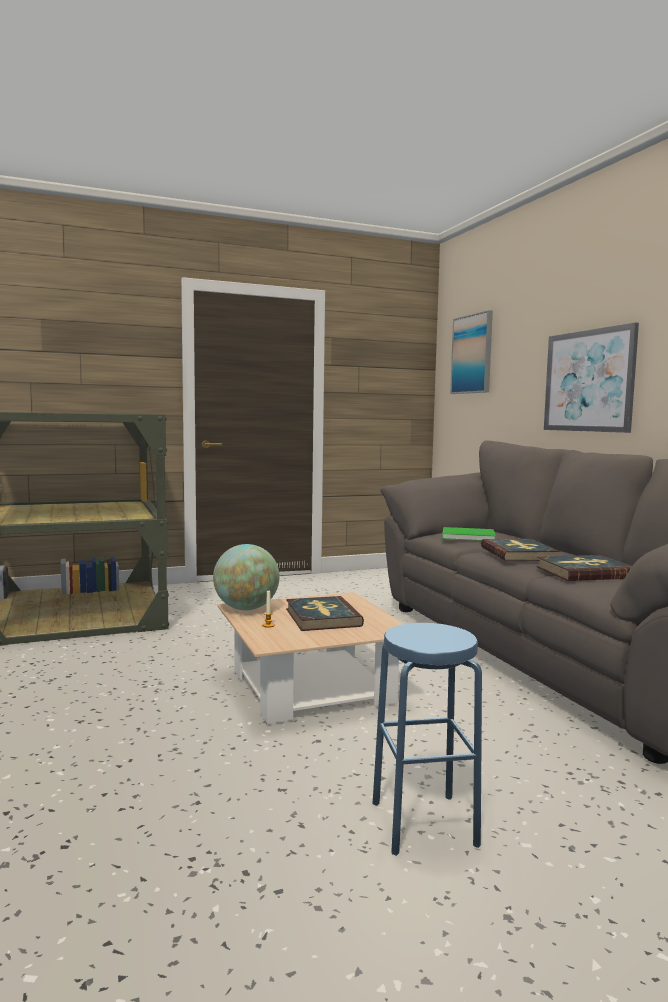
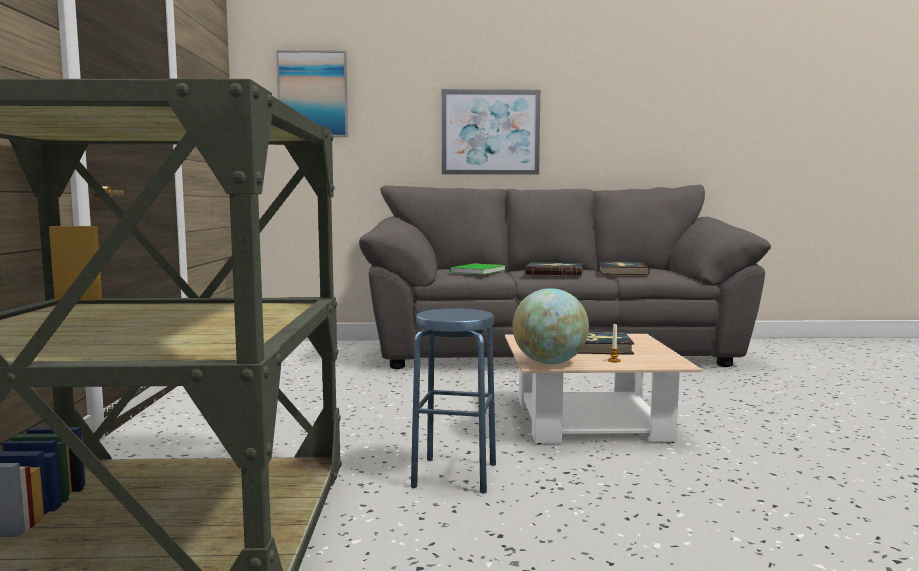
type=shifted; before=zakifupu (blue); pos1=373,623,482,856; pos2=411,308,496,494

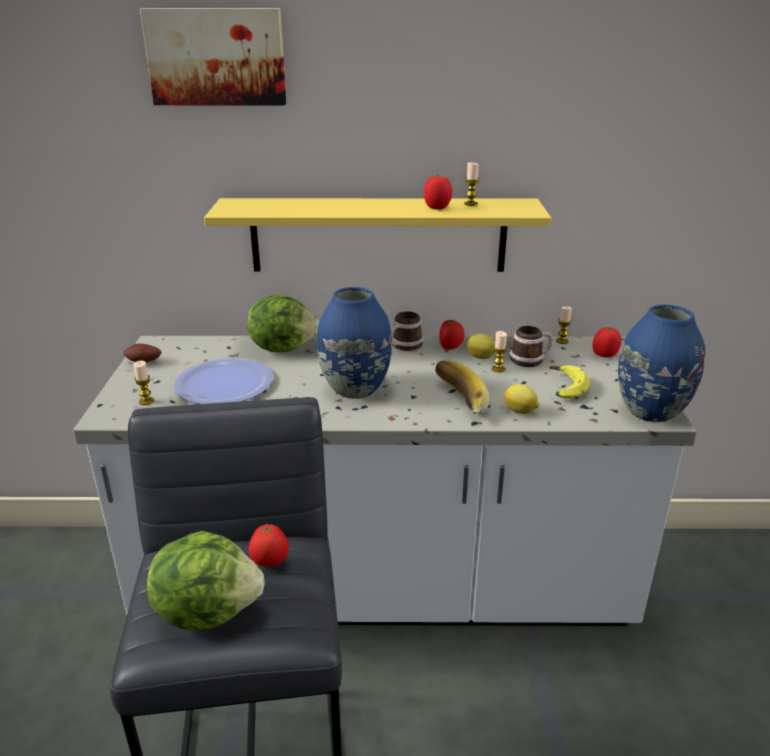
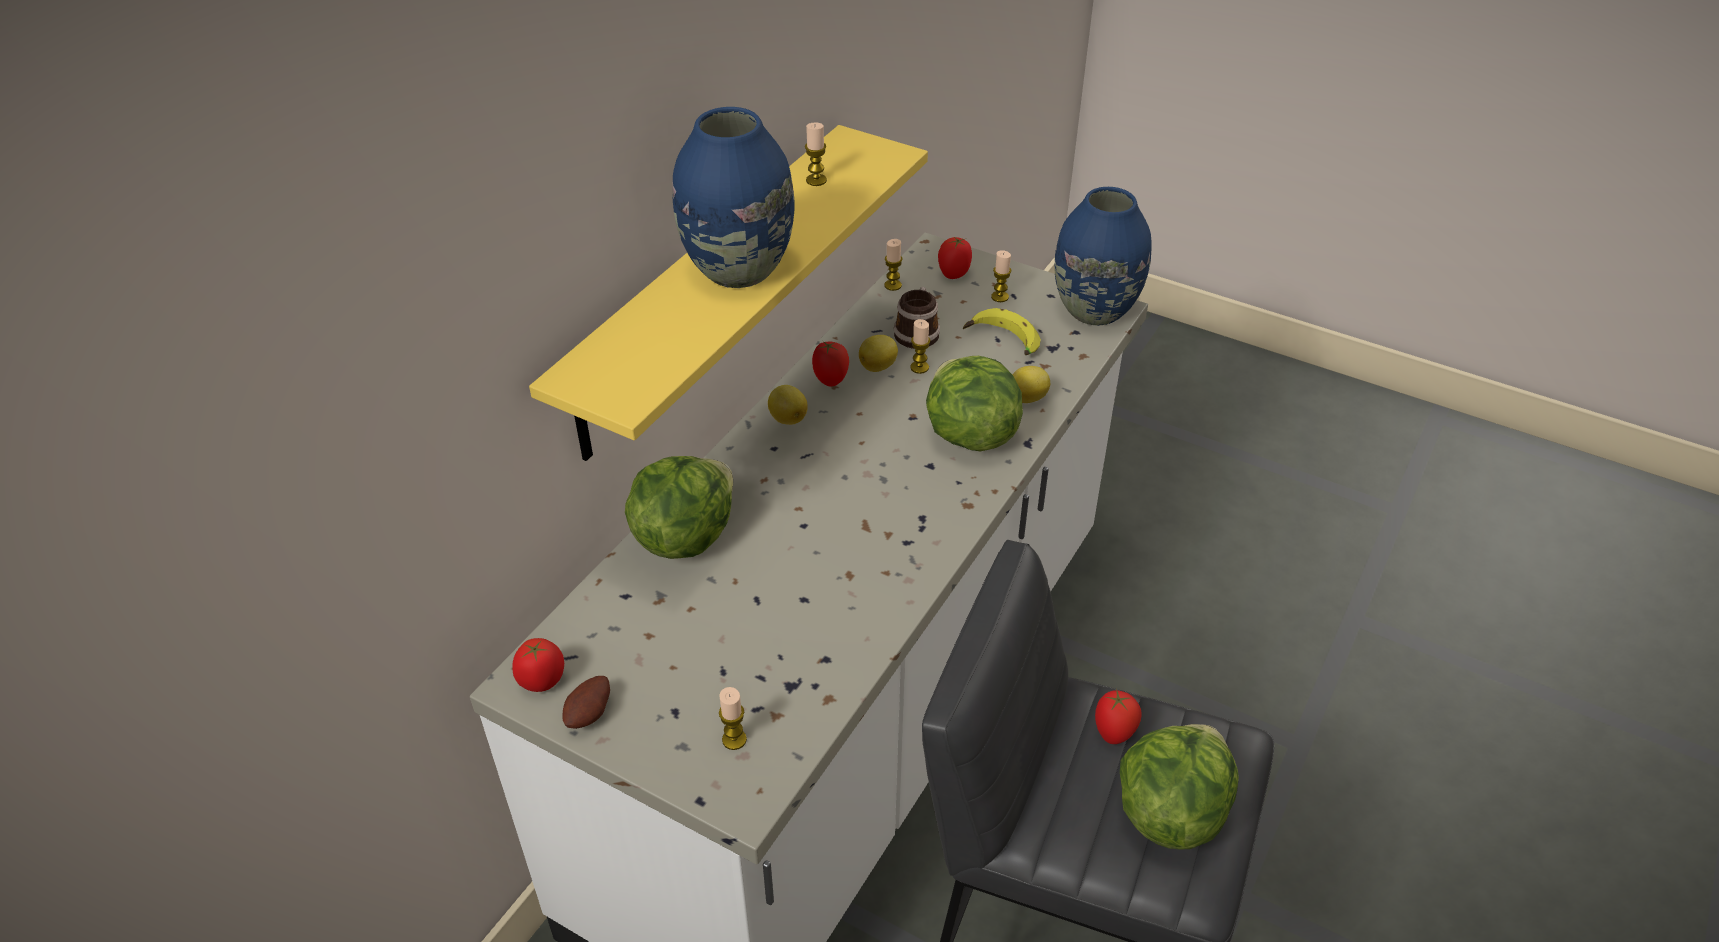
type=shifted; before=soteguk; pos1=424,174,452,210; pos2=512,638,564,692
type=shifted; before=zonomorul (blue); pos1=317,287,392,399; pos2=672,107,795,288
type=swapped; before=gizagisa; after=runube; pos1=391,311,423,351; pos2=768,385,808,425
type=swapped; before=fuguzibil; after=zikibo; pos1=435,361,489,414; pos2=926,356,1023,451
type=new; after=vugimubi; pos2=991,250,1011,302
type=gone; before=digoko; pos1=140,8,286,105
type=gone; before=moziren; pos1=174,358,273,404

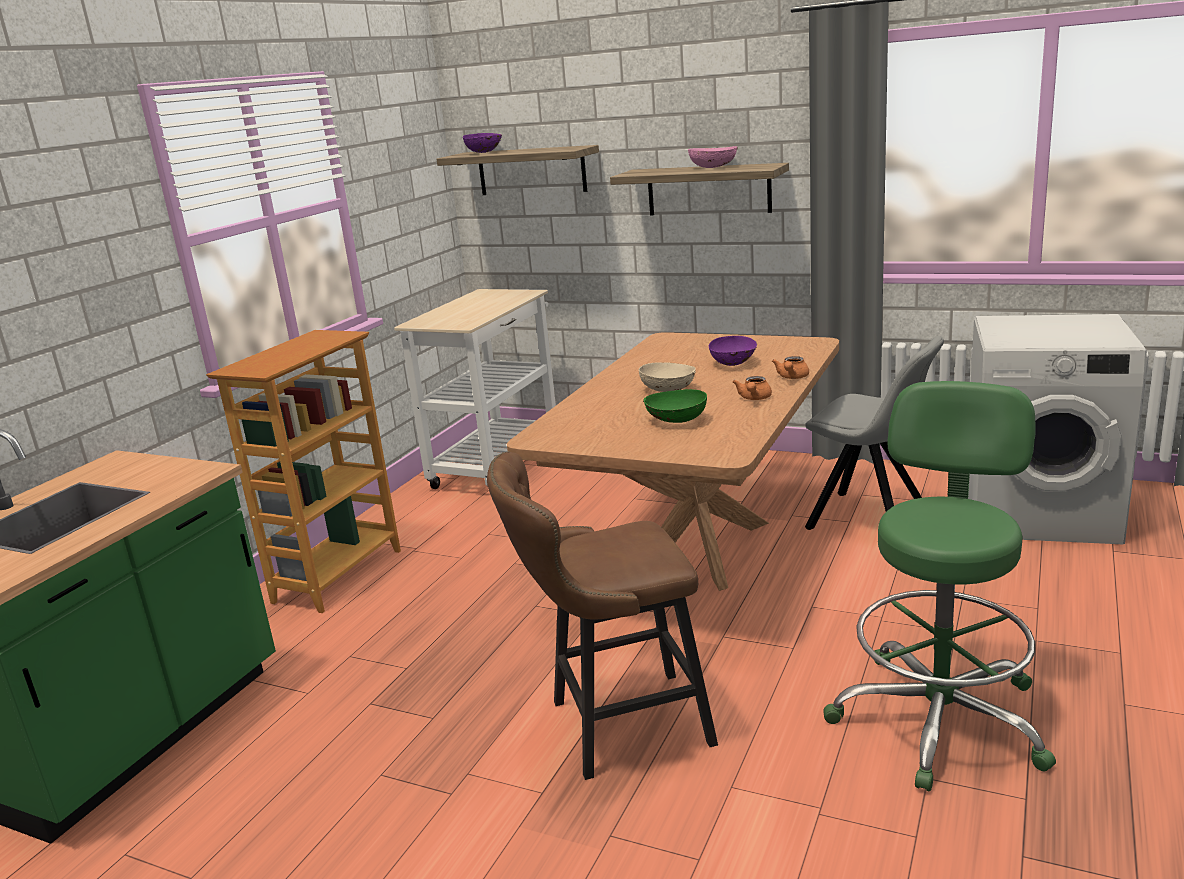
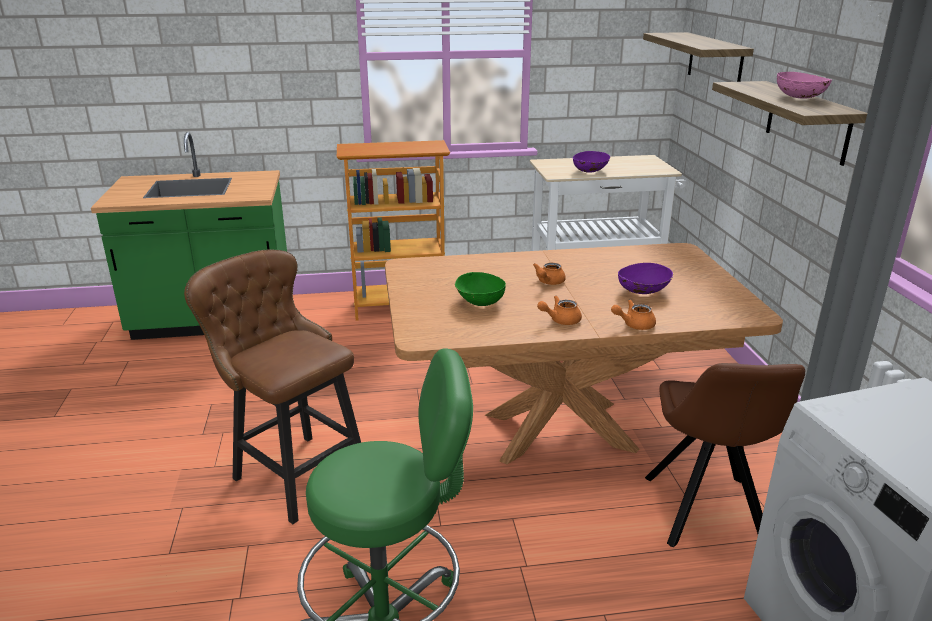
type=swapped; before=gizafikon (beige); after=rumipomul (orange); pos1=639,362,696,392; pos2=533,263,565,285
type=shifted; before=gizafikon (purple); pos1=463,133,502,153; pos2=573,151,610,173
type=repainted; before=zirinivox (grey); after=zirinivox (brown); pos1=805,336,944,530; pos2=645,363,805,547

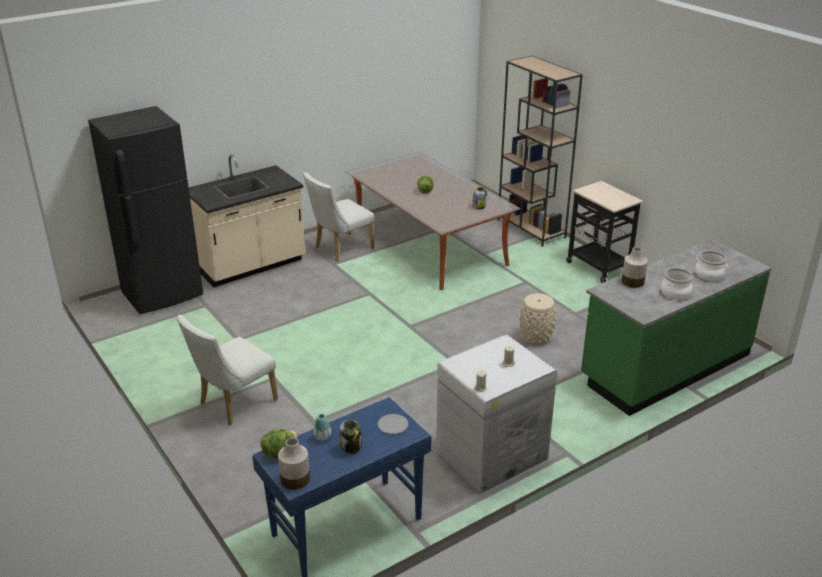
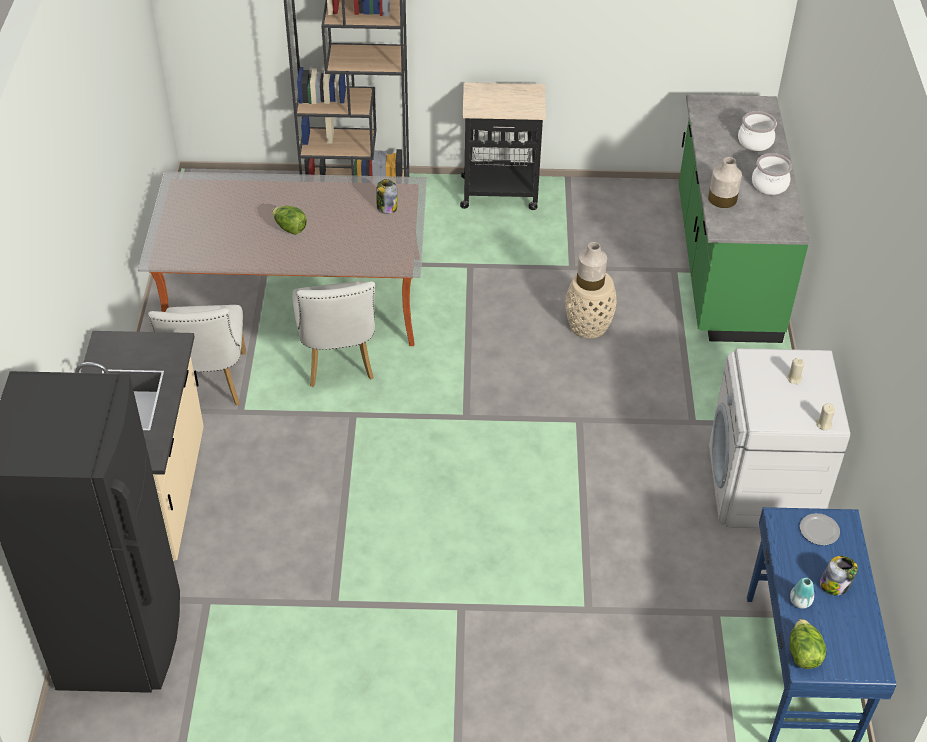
type=shifted; before=zirinivox (white); pos1=177,315,278,425; pos2=292,281,375,387
type=shifted; before=zonomorul (beige); pos1=278,438,310,490; pos2=576,242,607,291

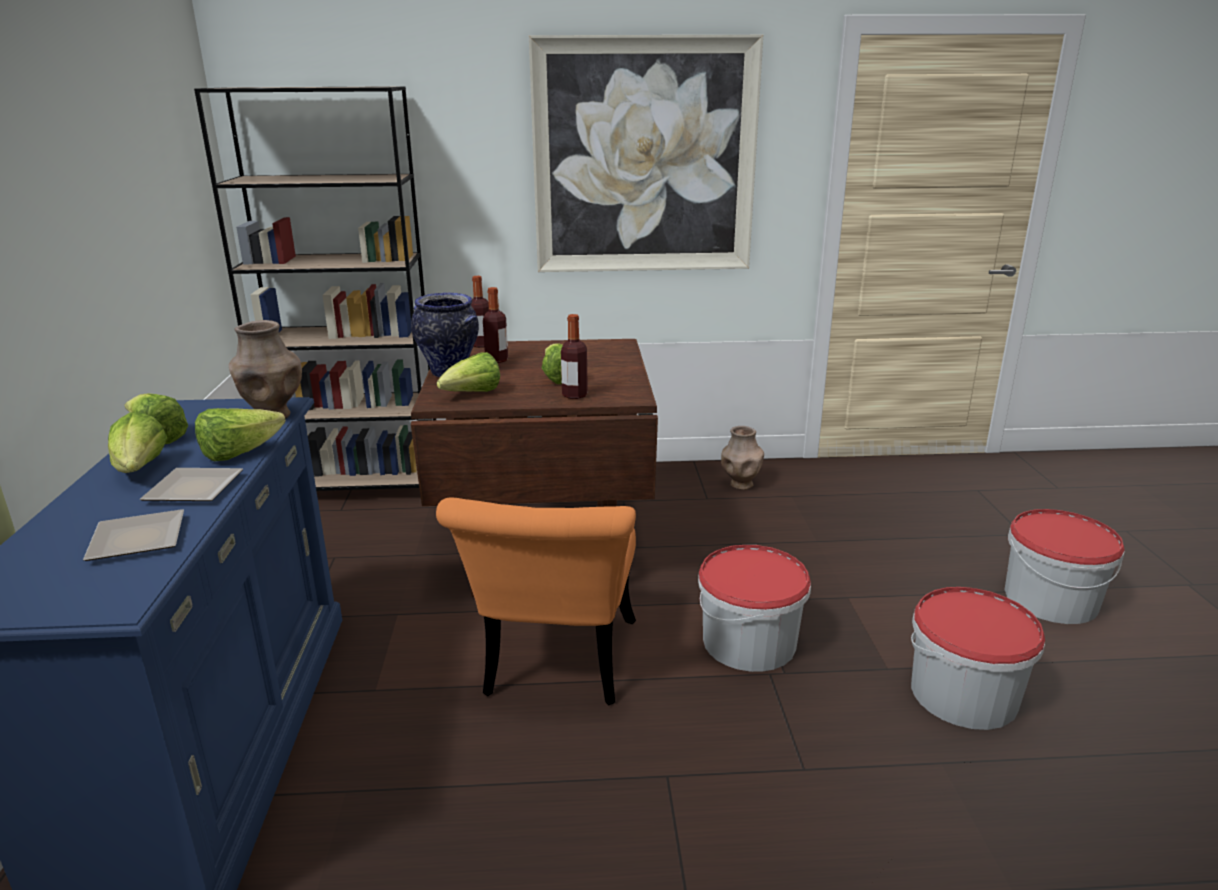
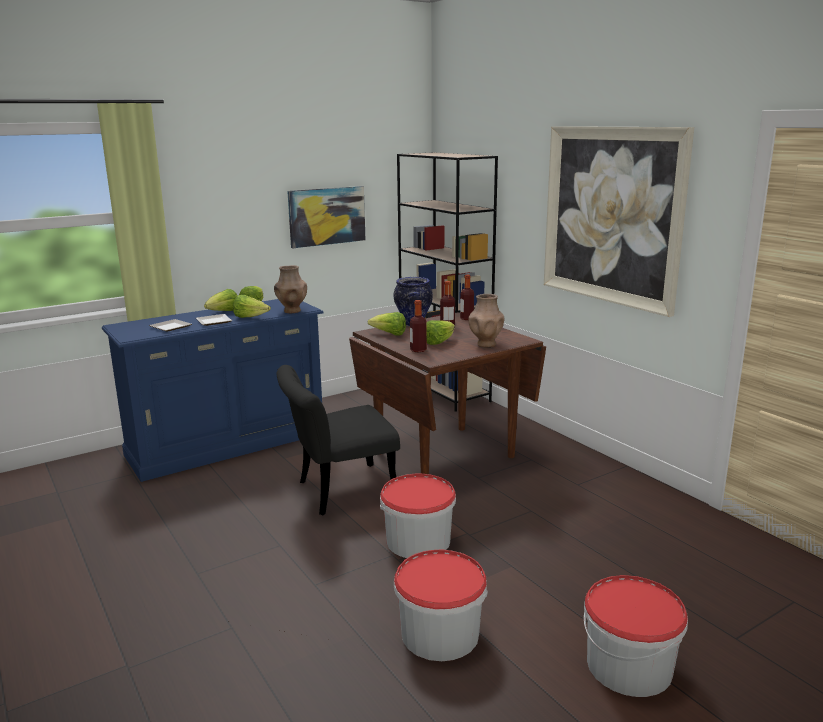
type=repainted; before=zirinivox (orange); after=zirinivox (black); pos1=436,498,636,705; pos2=277,365,400,515
type=new; after=digoko; pos2=287,186,366,248
type=shifted; before=zonomorul (brown); pos1=721,426,764,490; pos2=469,294,505,348

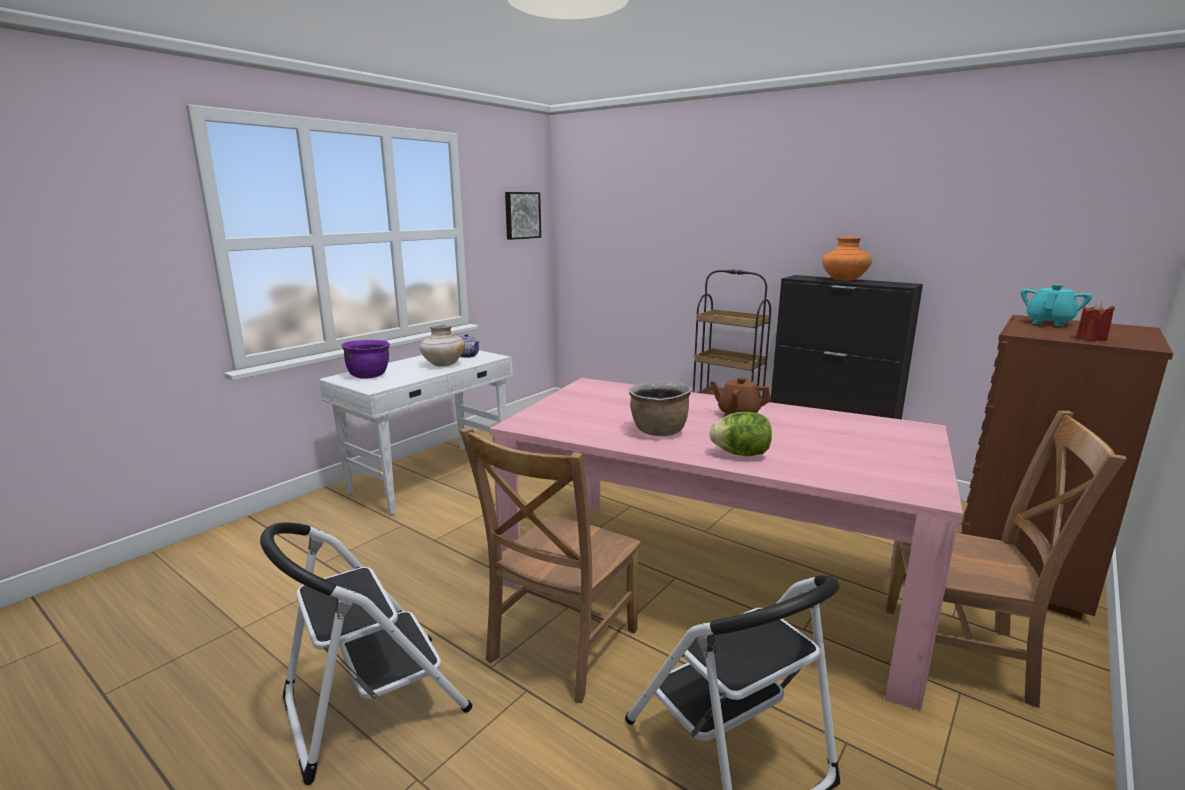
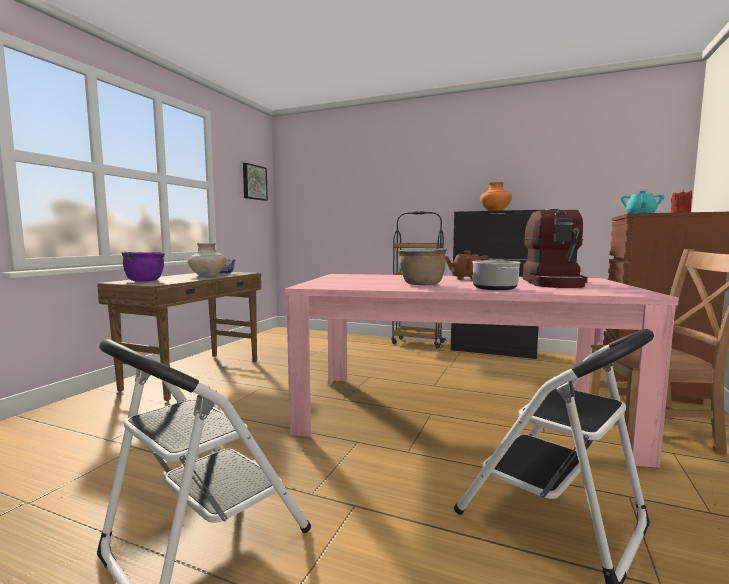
type=repainted; before=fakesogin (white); after=fakesogin (brown); pos1=319,350,513,515; pos2=97,272,262,401
type=swapped; before=zikibo; after=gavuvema; pos1=709,412,772,456; pos2=472,260,521,290
type=new; after=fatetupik; pos2=523,209,588,288
type=gone; before=zirinivox (brown); pos1=459,427,641,703

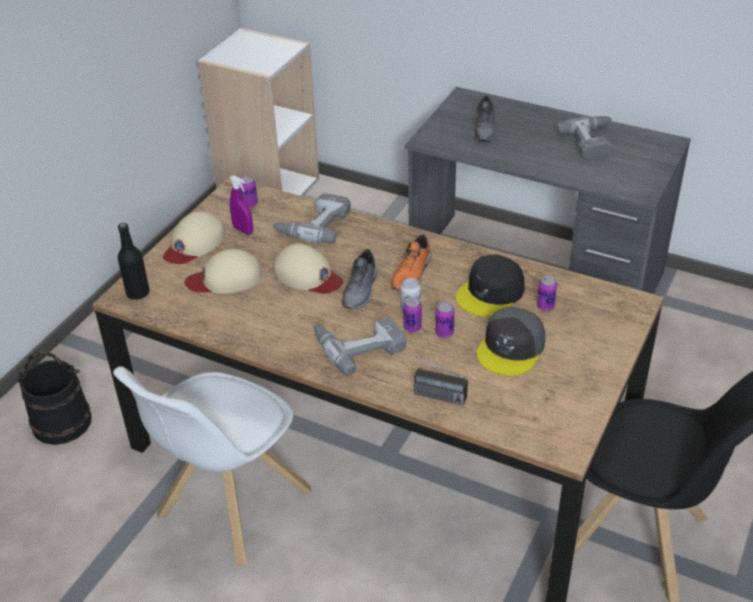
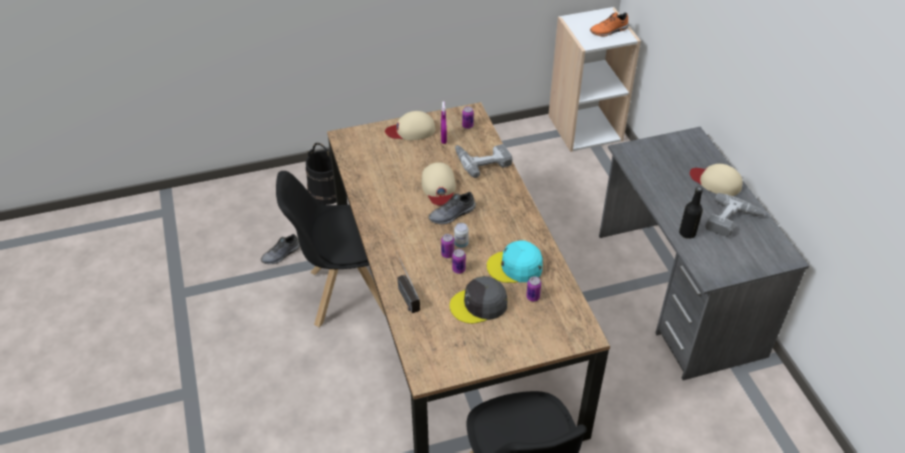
type=shifted; before=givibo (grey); pos1=474,96,496,141; pos2=261,234,300,264
type=repainted; before=zirinivox (white); after=zirinivox (black); pos1=113,366,311,566; pos2=276,171,385,327
type=repainted; before=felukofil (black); after=felukofil (turquoise); pos1=456,255,525,316; pos2=487,241,543,283
type=shifted; before=givibo (orange); pos1=391,234,431,291; pos2=590,12,629,36
type=shifted; before=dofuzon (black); pos1=118,223,150,300; pos2=679,187,703,239
type=shifted; before=felukofil (beige); pos1=185,249,262,294; pos2=690,164,742,196
type=gone; before=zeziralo; pos1=314,317,406,376

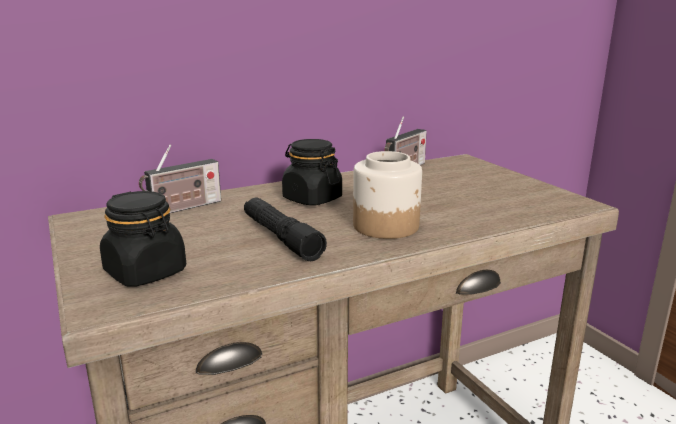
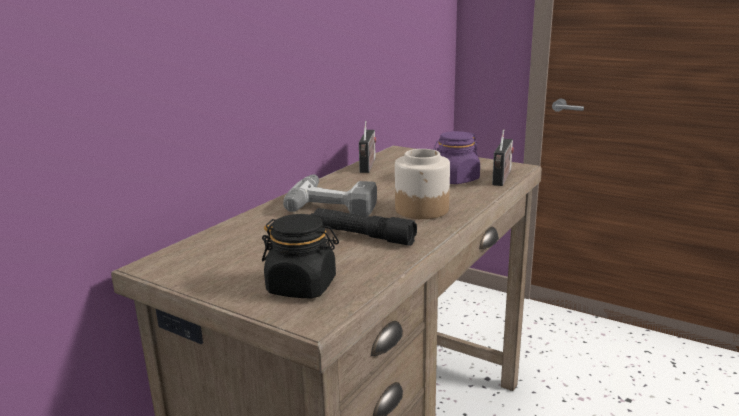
type=swapped; before=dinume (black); after=zeziralo; pos1=282,139,342,206; pos2=283,174,377,216
type=new; after=dinume (purple); pos2=433,131,480,184
type=shifted; before=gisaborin; pos1=139,144,221,213; pos2=492,129,514,186

